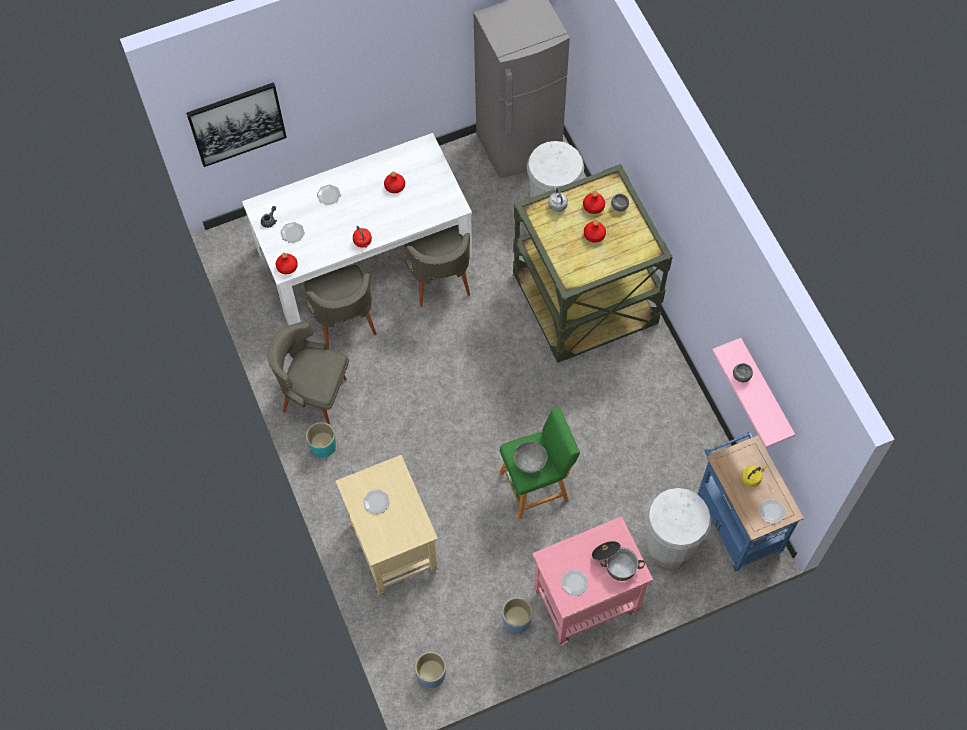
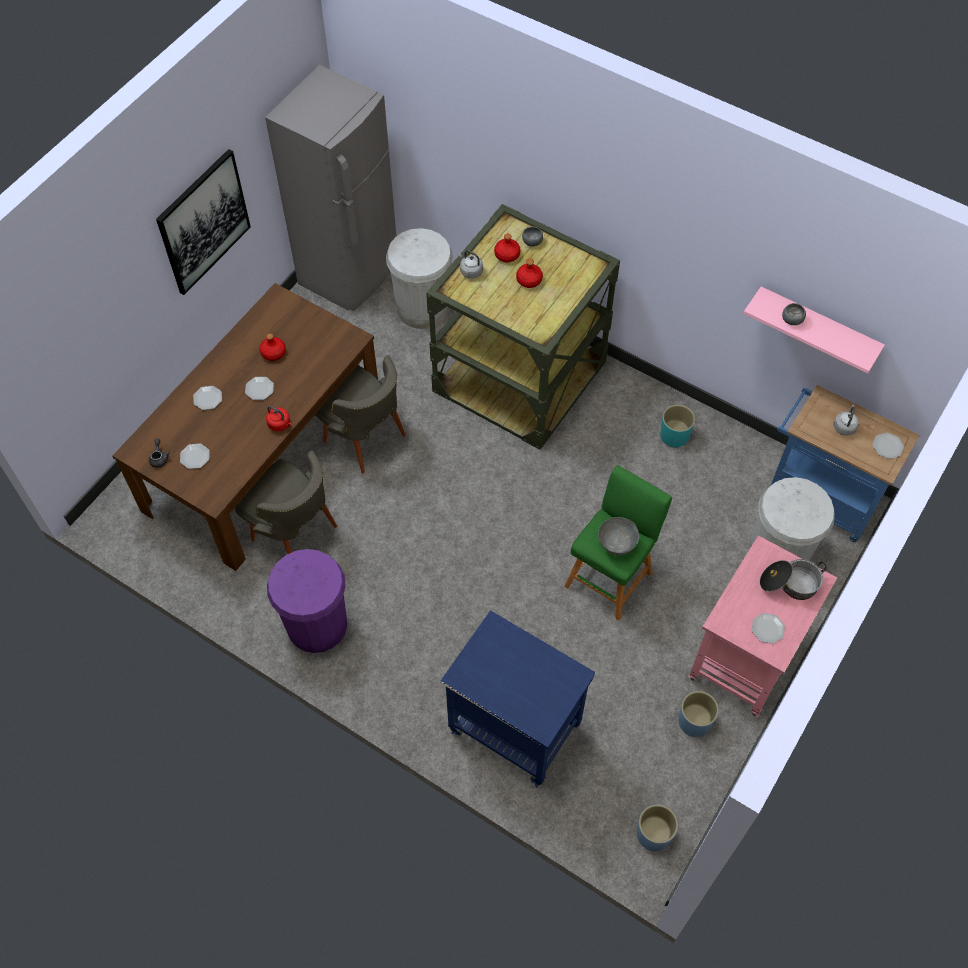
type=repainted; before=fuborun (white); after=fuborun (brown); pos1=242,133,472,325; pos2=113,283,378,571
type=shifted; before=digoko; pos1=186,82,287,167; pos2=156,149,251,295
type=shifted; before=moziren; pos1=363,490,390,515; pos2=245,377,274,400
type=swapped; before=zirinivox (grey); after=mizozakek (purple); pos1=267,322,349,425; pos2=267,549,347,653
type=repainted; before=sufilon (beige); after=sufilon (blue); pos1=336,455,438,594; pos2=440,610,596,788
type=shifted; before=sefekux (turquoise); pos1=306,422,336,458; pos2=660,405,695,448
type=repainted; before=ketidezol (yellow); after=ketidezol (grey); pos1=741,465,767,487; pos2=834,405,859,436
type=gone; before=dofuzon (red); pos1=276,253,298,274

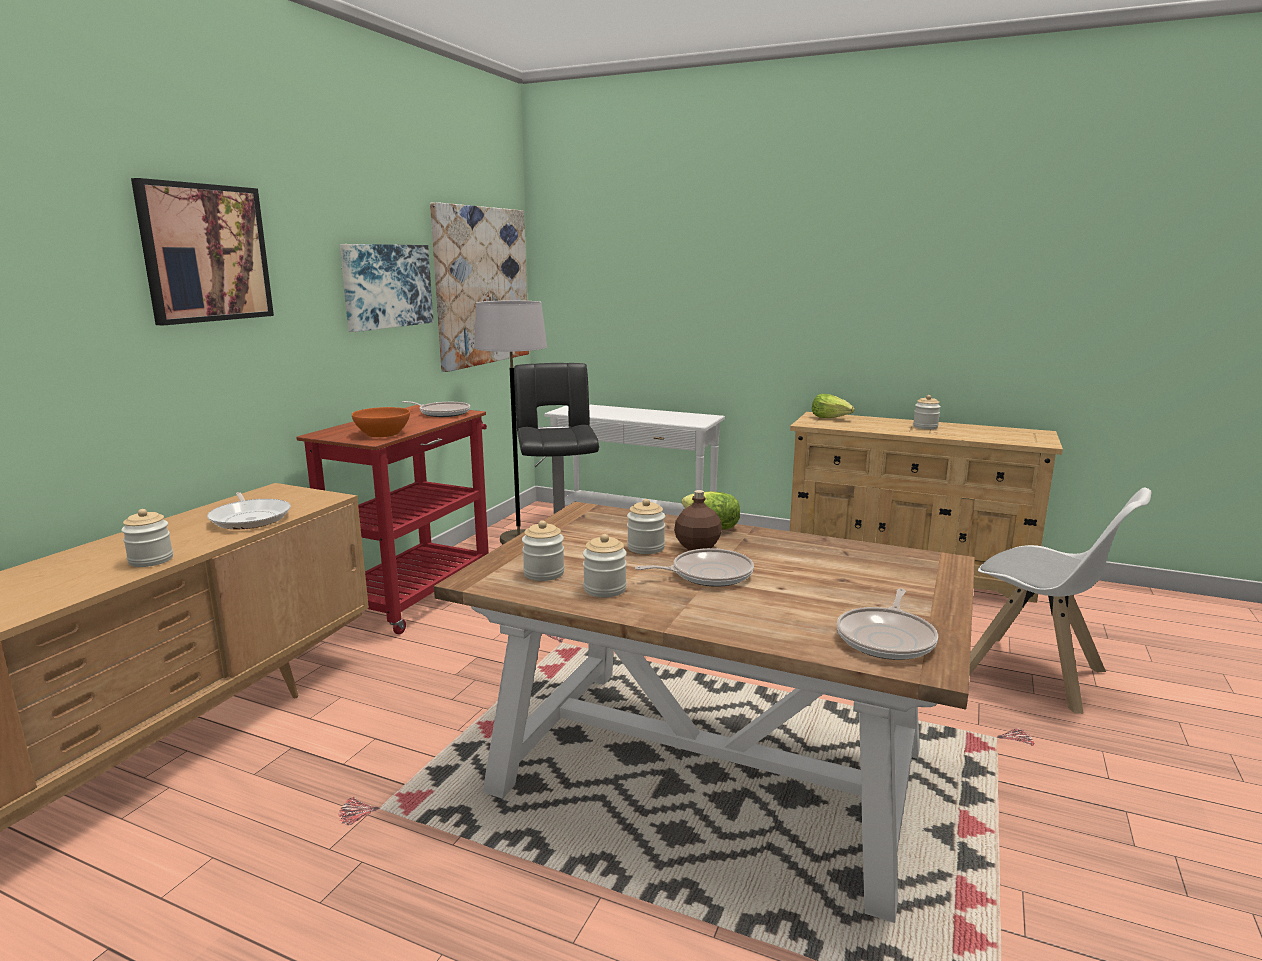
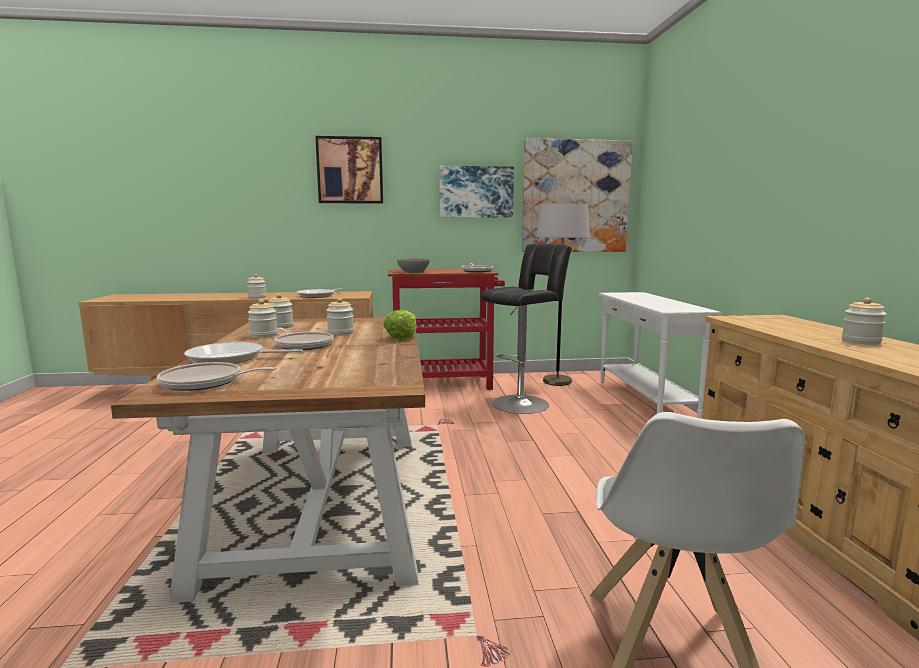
type=new; after=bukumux; pos2=184,342,303,364
type=repainted; before=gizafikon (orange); after=gizafikon (grey); pos1=352,407,410,437; pos2=397,258,430,273
type=gone; before=dofuzon (brown); pos1=674,490,722,550
type=gone; before=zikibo; pos1=812,394,855,418

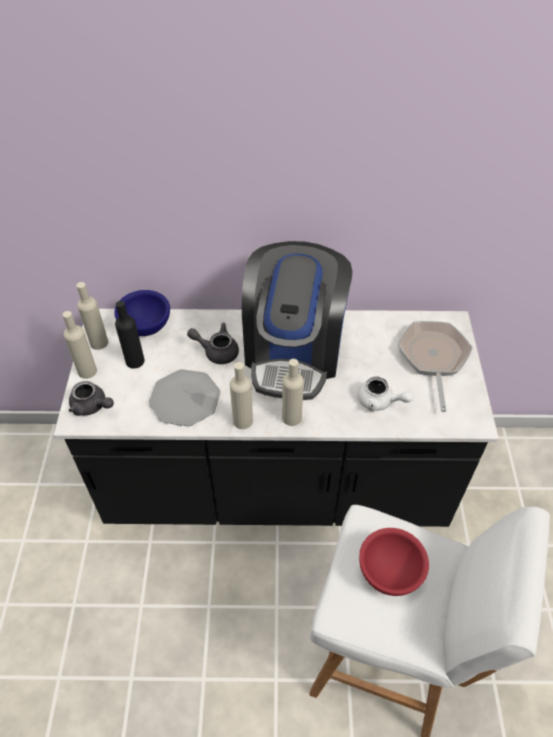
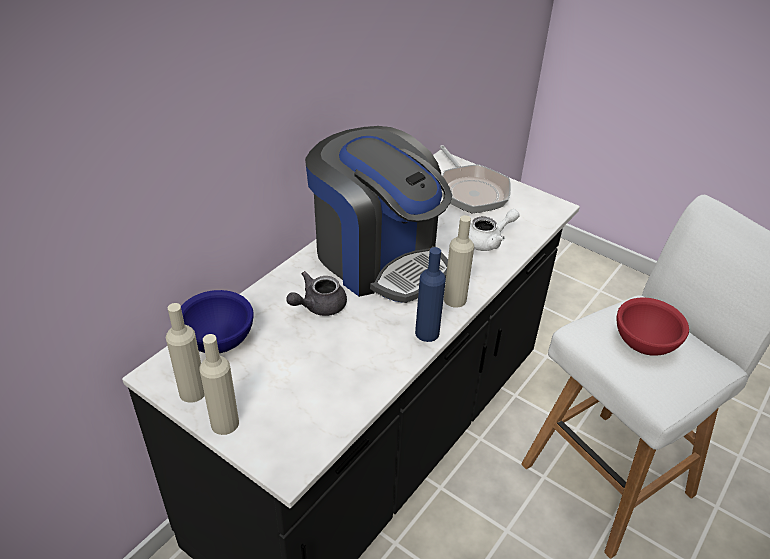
type=repainted; before=dofuzon (beige); after=dofuzon (blue); pos1=230,362,253,429; pos2=415,247,446,342
type=rotated; before=bukumux; pos1=398,321,473,412; pos2=440,145,511,213; turn=-150
type=gone; before=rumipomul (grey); pos1=69,381,114,416
type=gone; before=dofuzon (black); pos1=115,301,145,369
type=gone; before=moziren; pos1=149,369,220,426

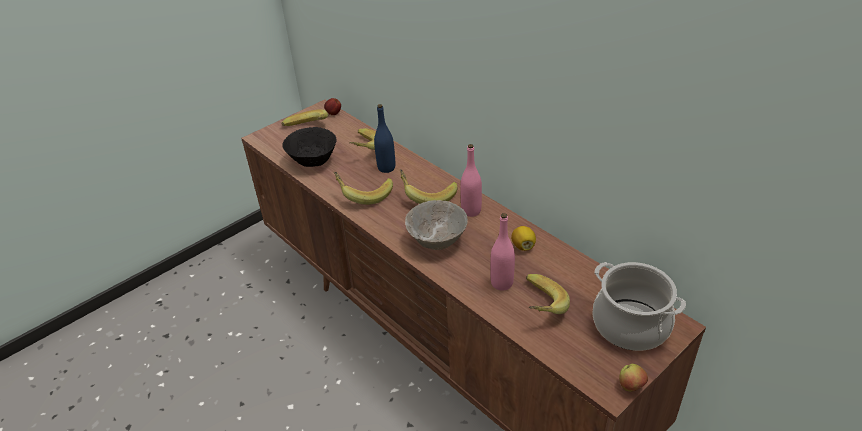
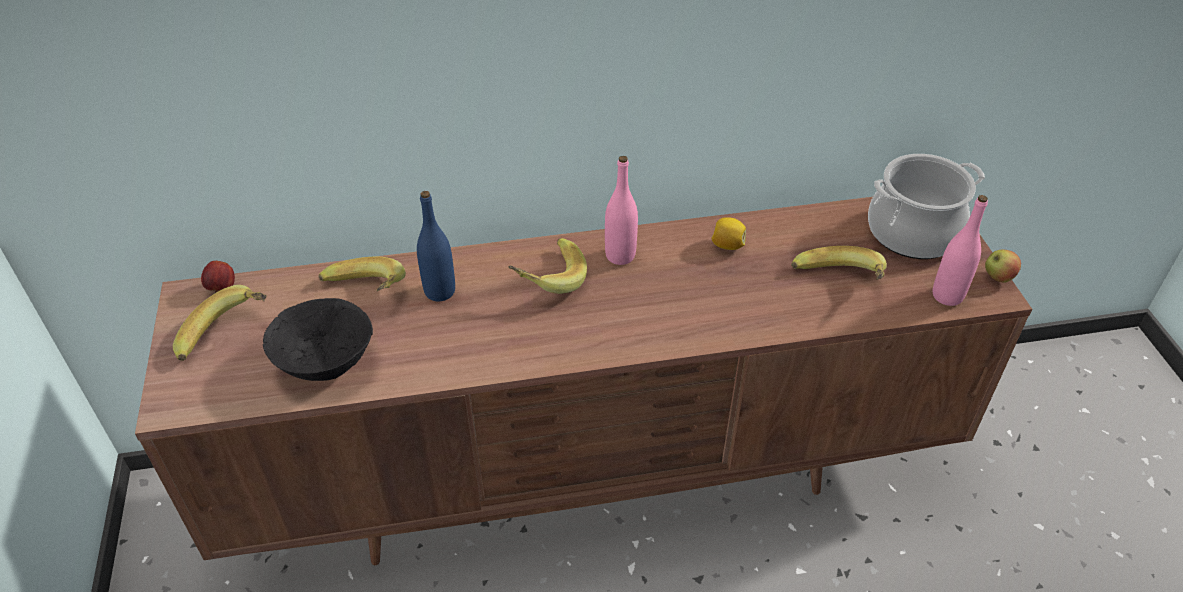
type=shifted; before=dofuzon (pink); pos1=490,213,515,291; pos2=933,195,988,306
type=gone; before=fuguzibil; pos1=334,172,393,205
type=gone; before=gizafikon (grey); pos1=405,200,468,250

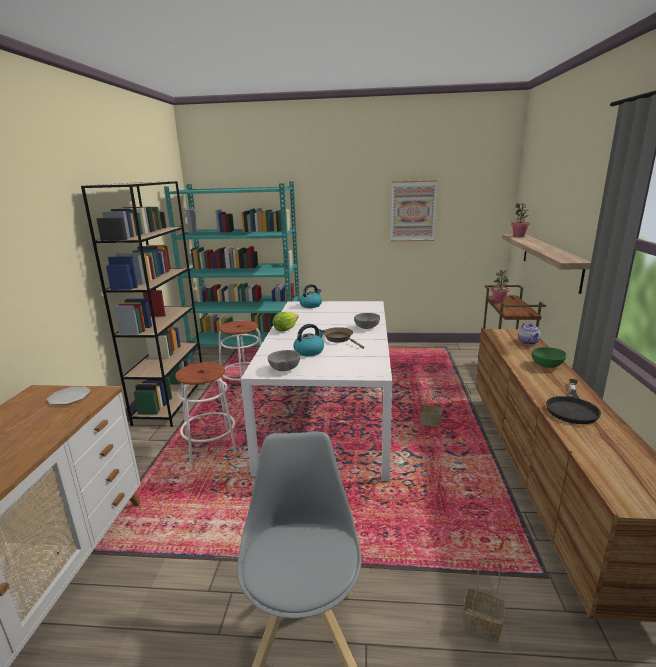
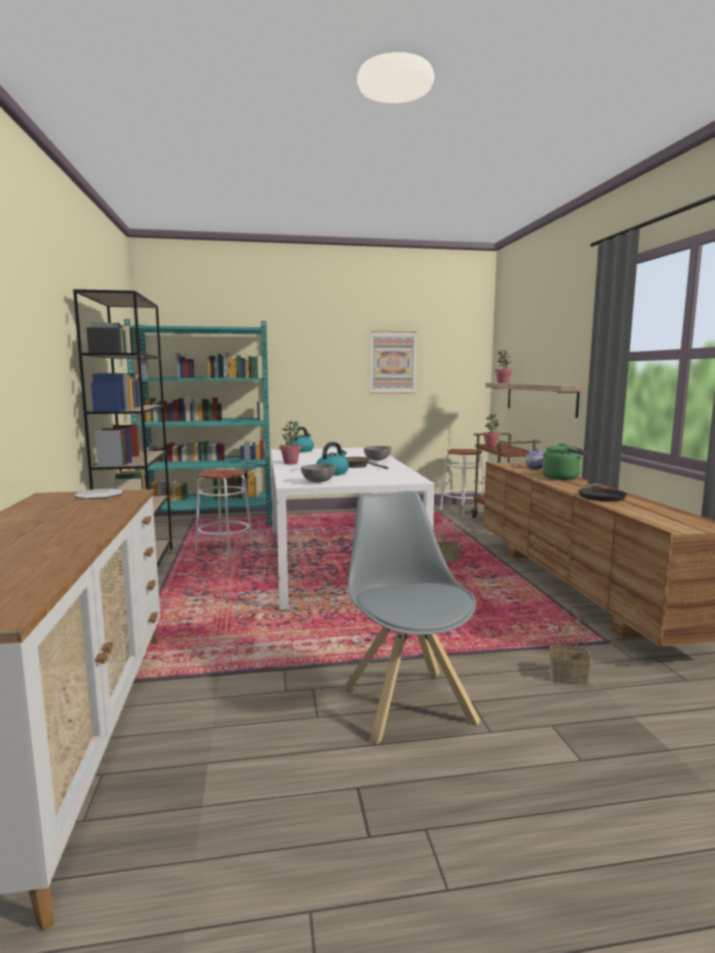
type=swapped; before=zikibo; after=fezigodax; pos1=273,312,298,332; pos2=279,421,302,464
type=shifted; before=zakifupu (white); pos1=175,362,237,463; pos2=440,449,485,516
type=swapped; before=gizafikon (green); after=ketidezol (green); pos1=532,347,567,368; pos2=542,443,587,480

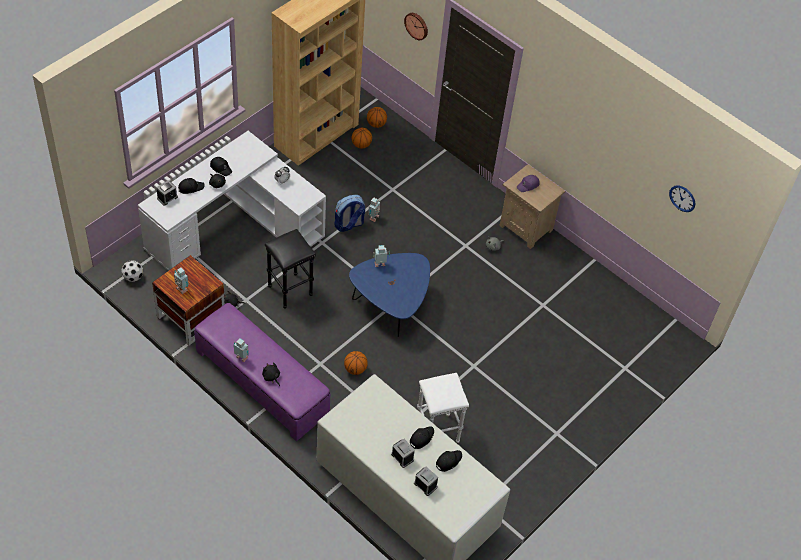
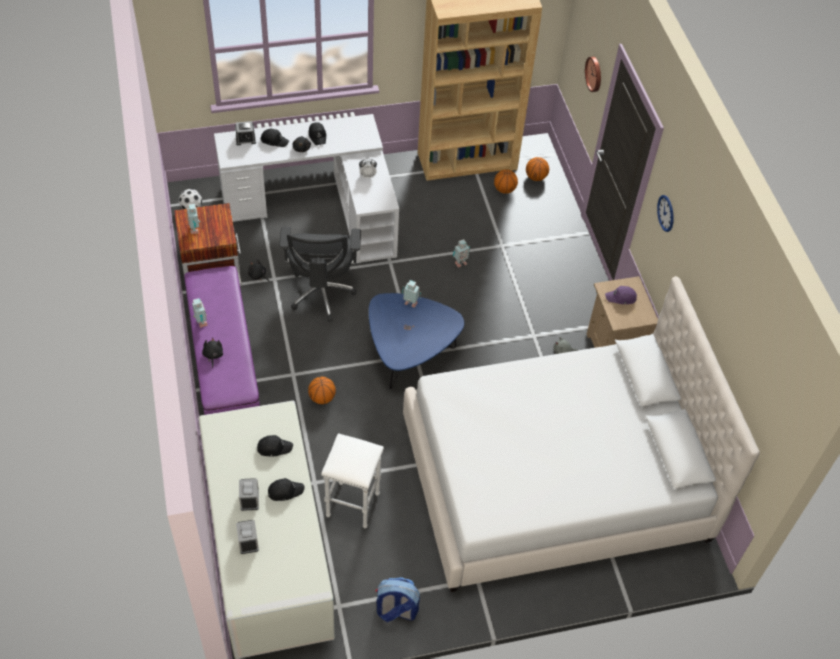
type=shifted; before=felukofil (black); pos1=436,450,462,472; pos2=257,435,293,456
type=swapped; before=zakifupu (black); after=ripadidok; pos1=265,229,316,309; pos2=280,227,361,322
type=shifted; before=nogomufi; pos1=334,195,365,232; pos2=375,577,420,622
type=new; after=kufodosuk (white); pos2=403,276,760,592
type=shifted; before=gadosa; pos1=669,185,696,212; pos2=657,195,674,232

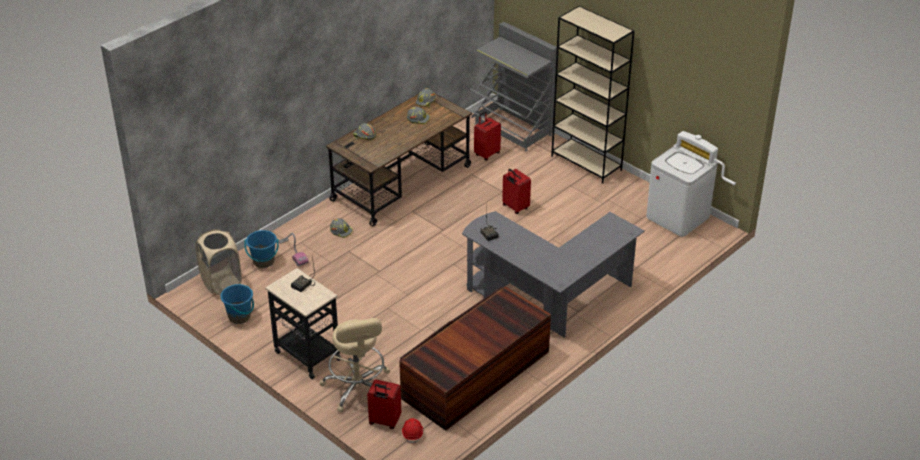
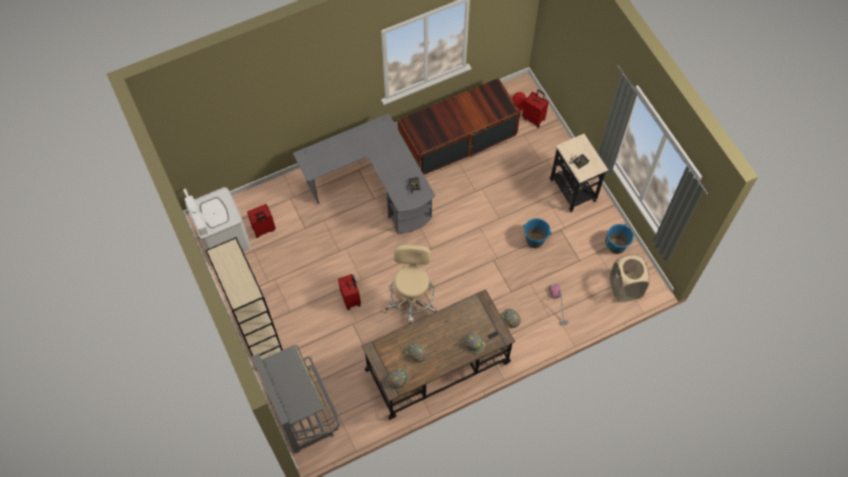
type=shifted; before=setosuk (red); pos1=474,111,501,161; pos2=247,204,276,238
type=shifted; before=zakifupu (beige); pos1=319,318,390,413; pos2=383,245,437,324
type=shifted; before=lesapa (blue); pos1=244,230,279,268; pos2=523,218,552,248

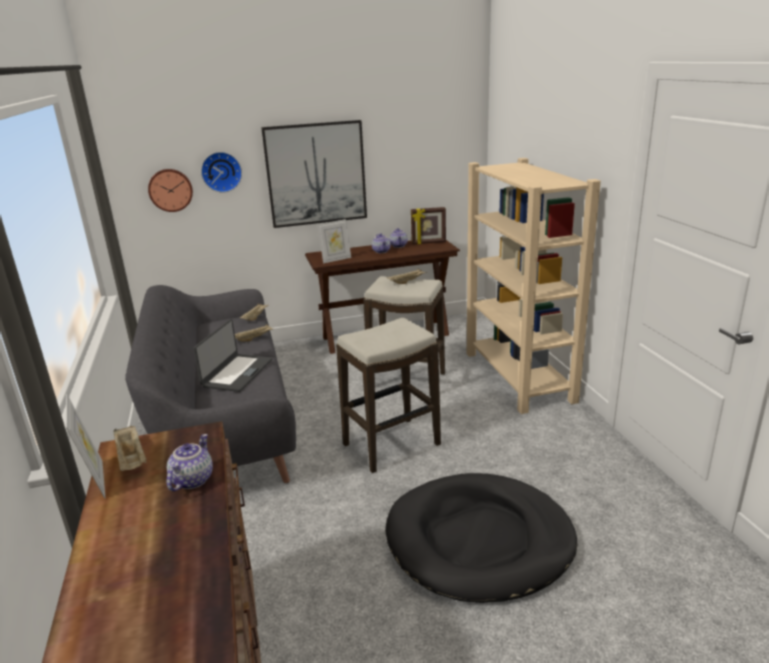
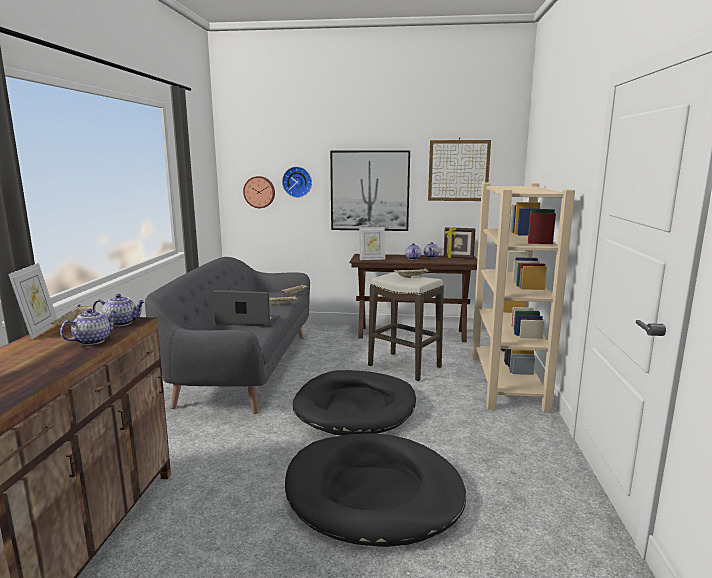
type=new; after=rumipomul; pos2=93,294,146,327
type=rotated; before=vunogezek; pos1=193,319,272,392; pos2=213,290,280,327; turn=-120
type=swapped; before=zakifupu; after=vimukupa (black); pos1=336,318,441,473; pos2=293,370,416,436
type=new; after=digoko; pos2=428,138,491,201

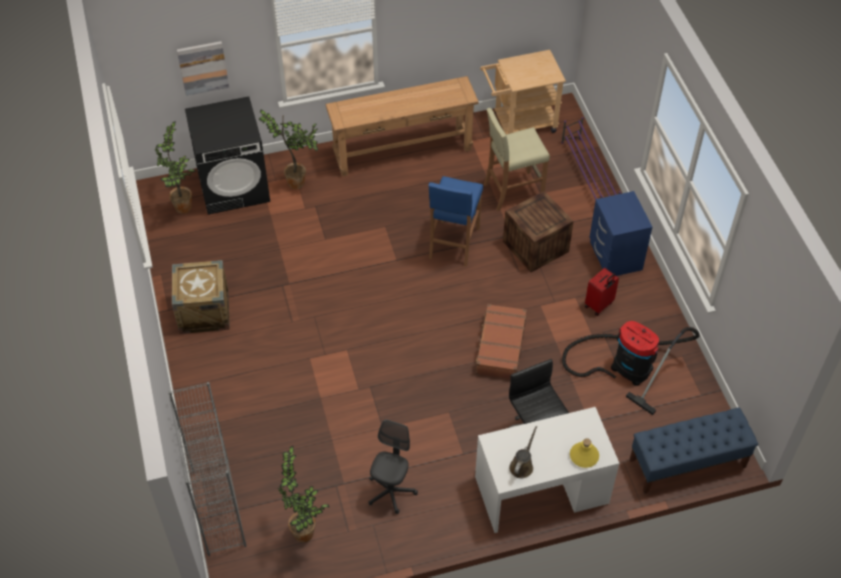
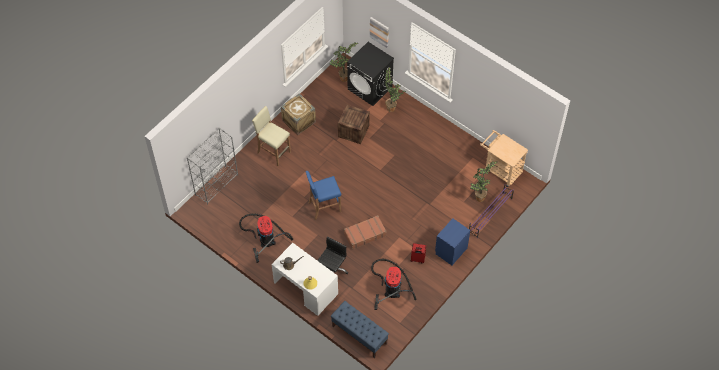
type=swapped; before=ripadidok (grey); after=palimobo; pos1=368,419,418,514; pos2=239,214,293,263
type=shifted; before=zakifupu (beige); pos1=484,108,550,211; pos2=252,106,291,166
type=shifted; before=zakifupu (blue); pos1=429,176,483,267; pos2=305,171,341,220
type=shifted; before=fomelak; pos1=503,191,574,272; pos2=338,105,370,144
type=shifted; before=fezigodax; pos1=278,446,329,543; pos2=470,161,497,202
type=gone; before=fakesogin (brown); pos1=326,76,479,177

